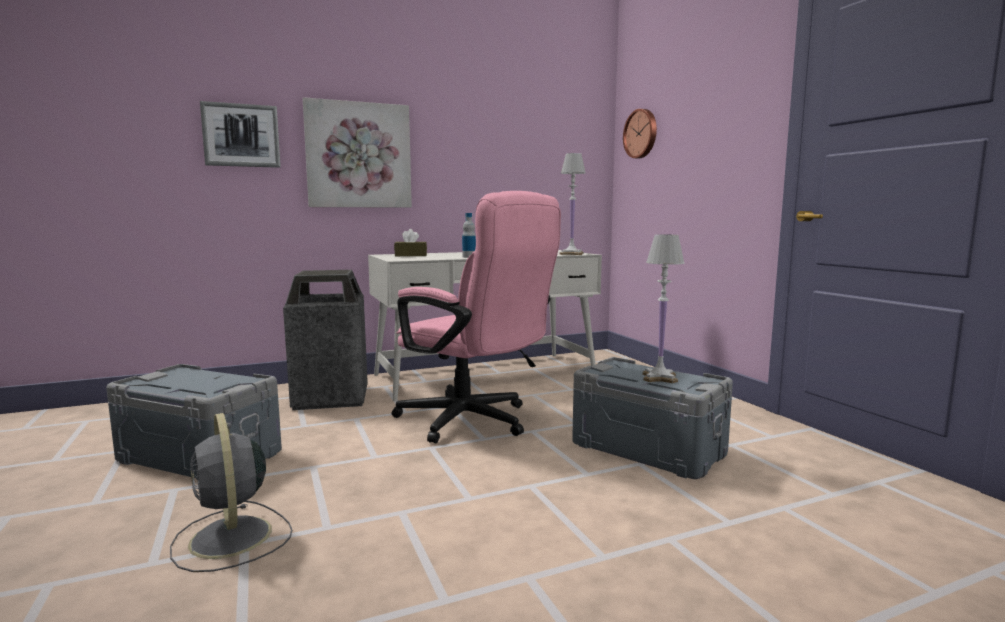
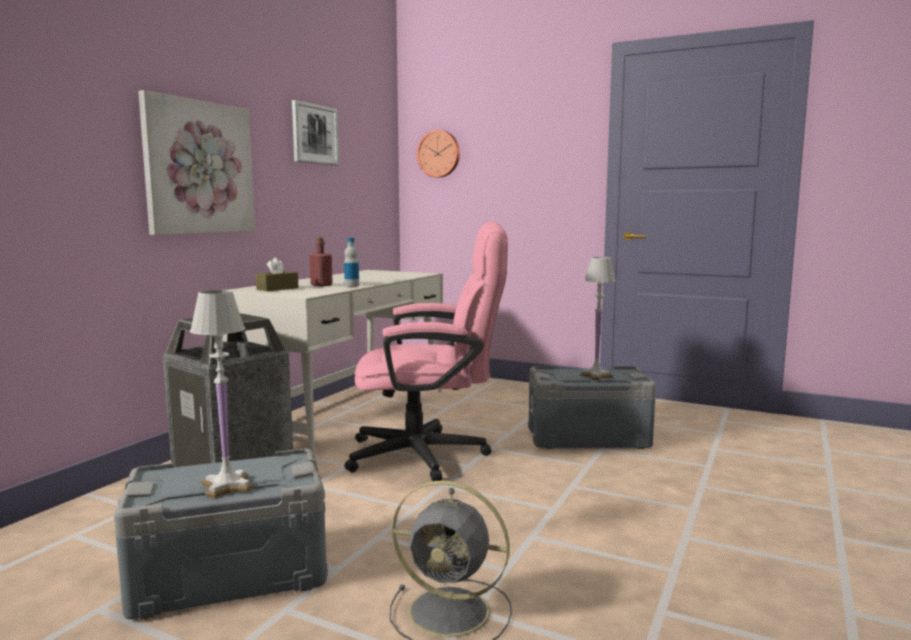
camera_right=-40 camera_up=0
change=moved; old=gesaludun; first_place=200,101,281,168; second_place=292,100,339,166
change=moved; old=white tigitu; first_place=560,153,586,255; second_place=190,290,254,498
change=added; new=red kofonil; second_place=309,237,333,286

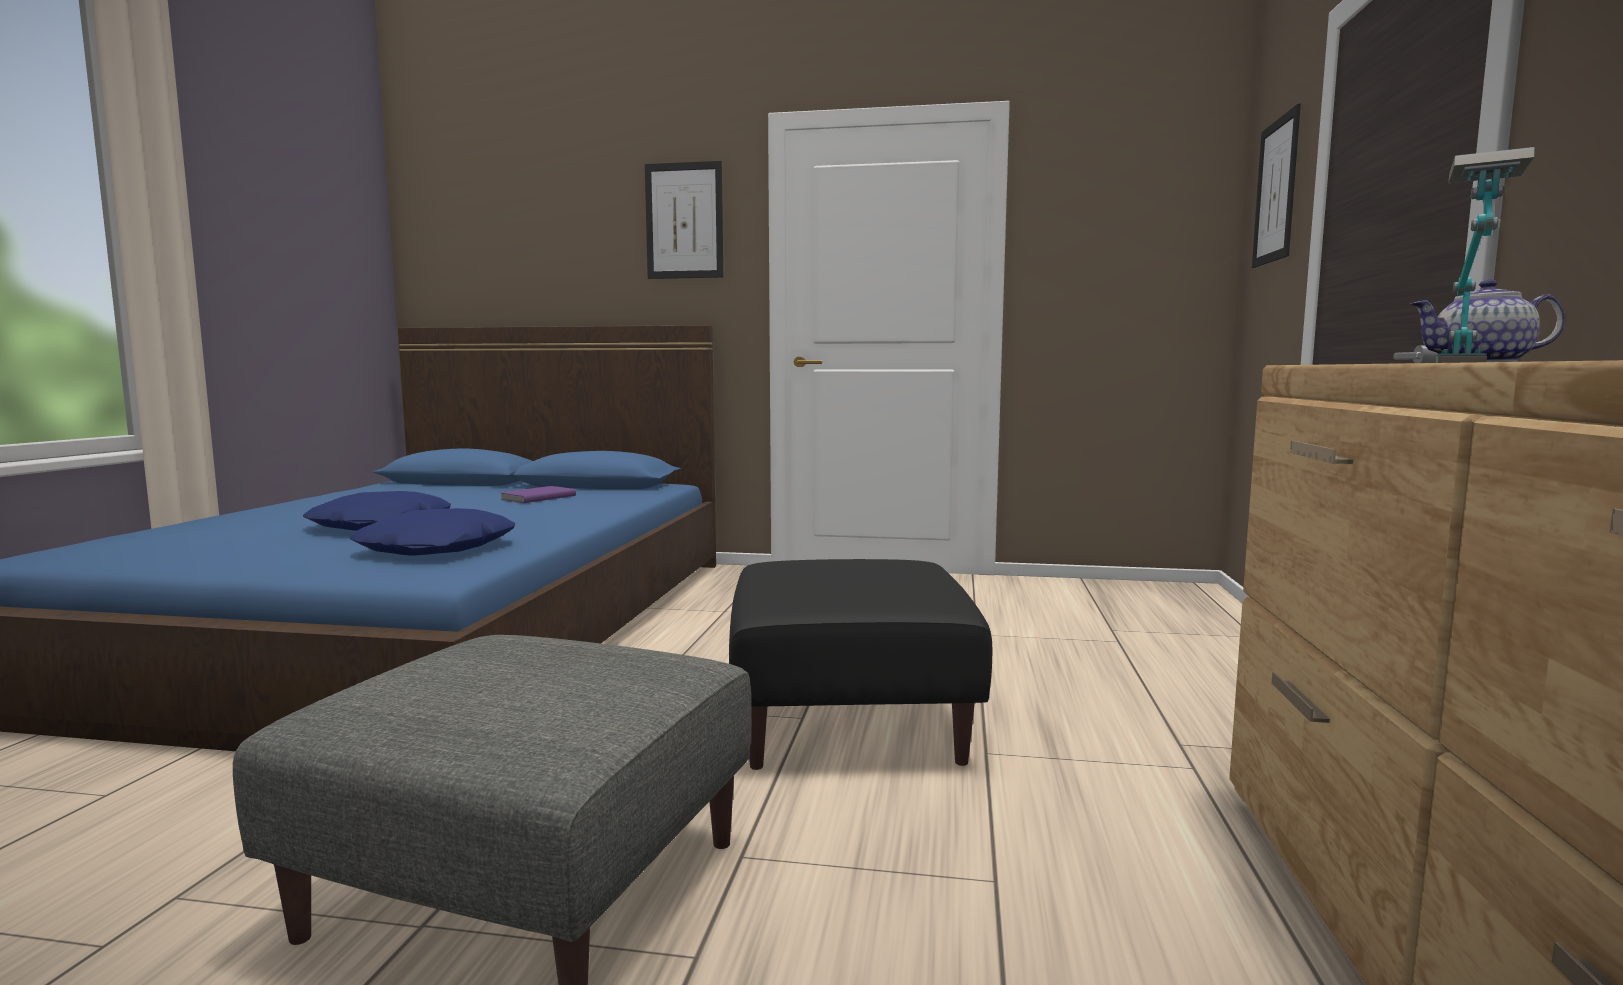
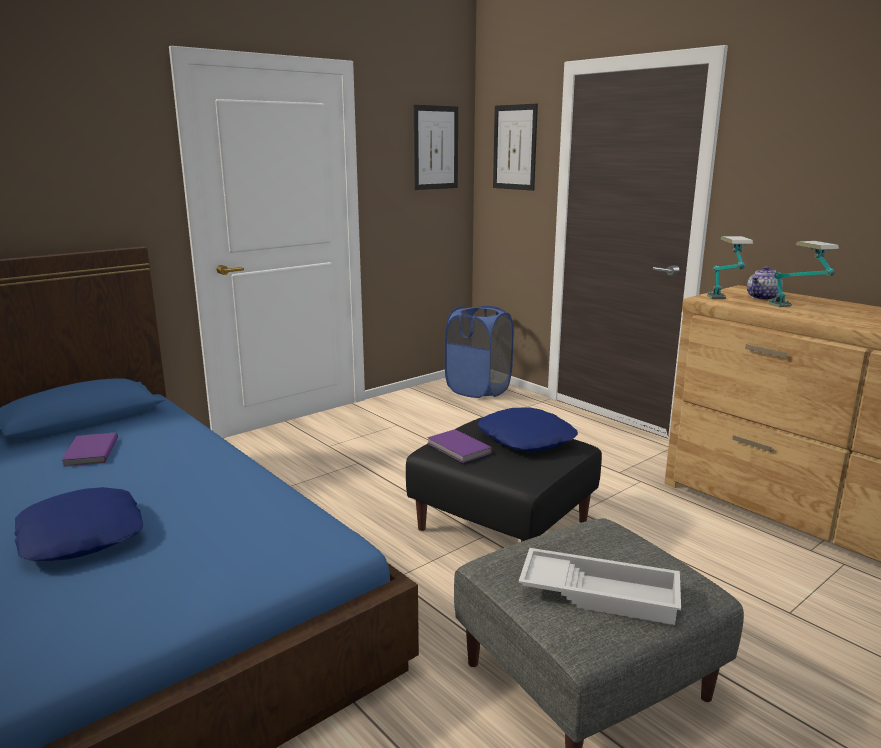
camera_right=-50 camera_up=10
change=moved; old=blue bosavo; first_place=350,508,515,556; second_place=478,407,578,451
change=moved; old=gesaludun; first_place=645,161,723,279; second_place=414,105,458,190
change=added; new=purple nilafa; second_place=427,429,493,463
change=added; new=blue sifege; second_place=445,305,513,398
change=added; new=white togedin; second_place=519,548,681,625
change=added; new=tigitu; second_place=707,236,753,299

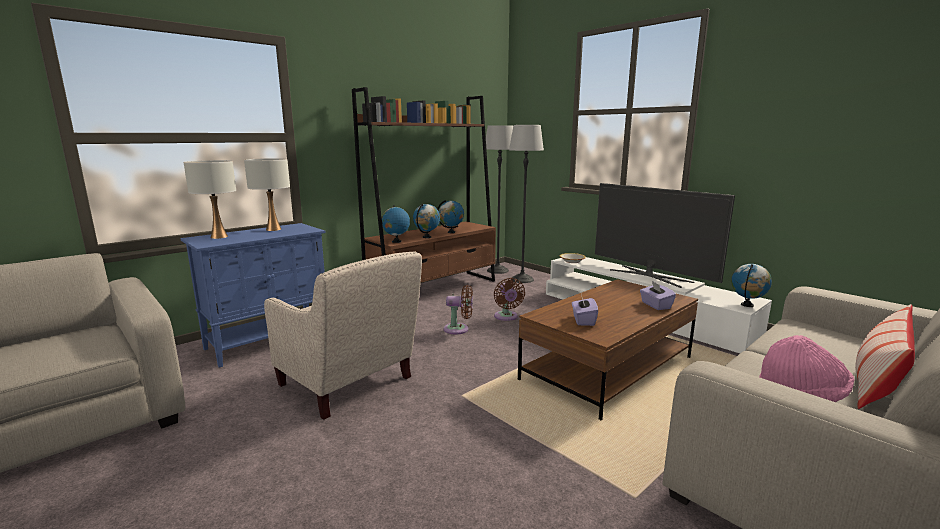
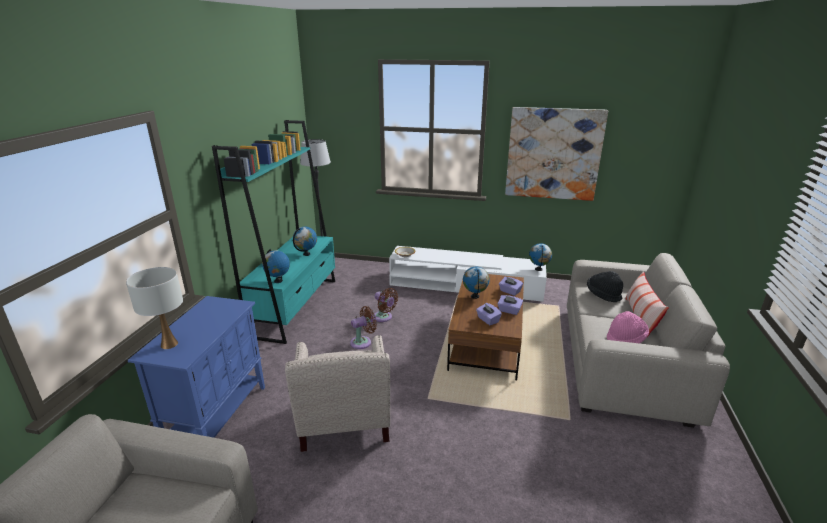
camera_right=-35 camera_up=10
change=removed; old=white tigitu; first_place=244,158,290,231
change=turned; old=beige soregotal; first_place=264,251,422,420; second_place=285,335,390,452; degrees=75
change=recoloured; old=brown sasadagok; new=turquoise sasadagok; first_place=352,87,496,282; second_place=212,120,335,344
change=moved; old=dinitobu; first_place=413,204,440,238; second_place=463,267,489,299
change=removed; old=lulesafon; first_place=509,125,544,283
change=removed; old=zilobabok; first_place=595,183,735,288
change=added; new=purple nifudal; second_place=498,295,523,315
change=added; new=gesaludun; second_place=505,107,608,201
change=added; new=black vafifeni; second_place=587,271,623,302

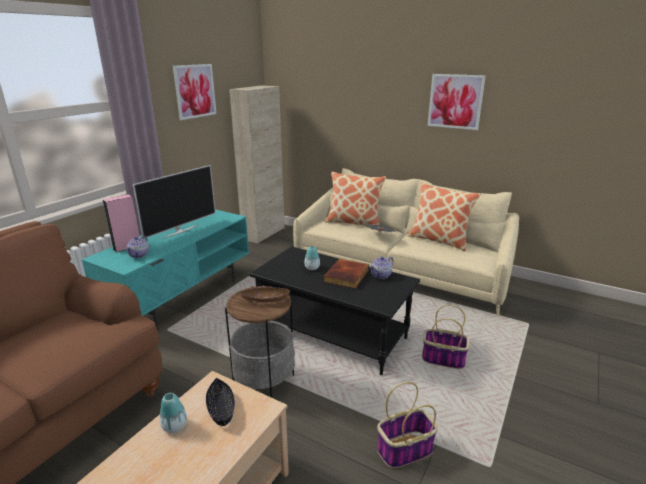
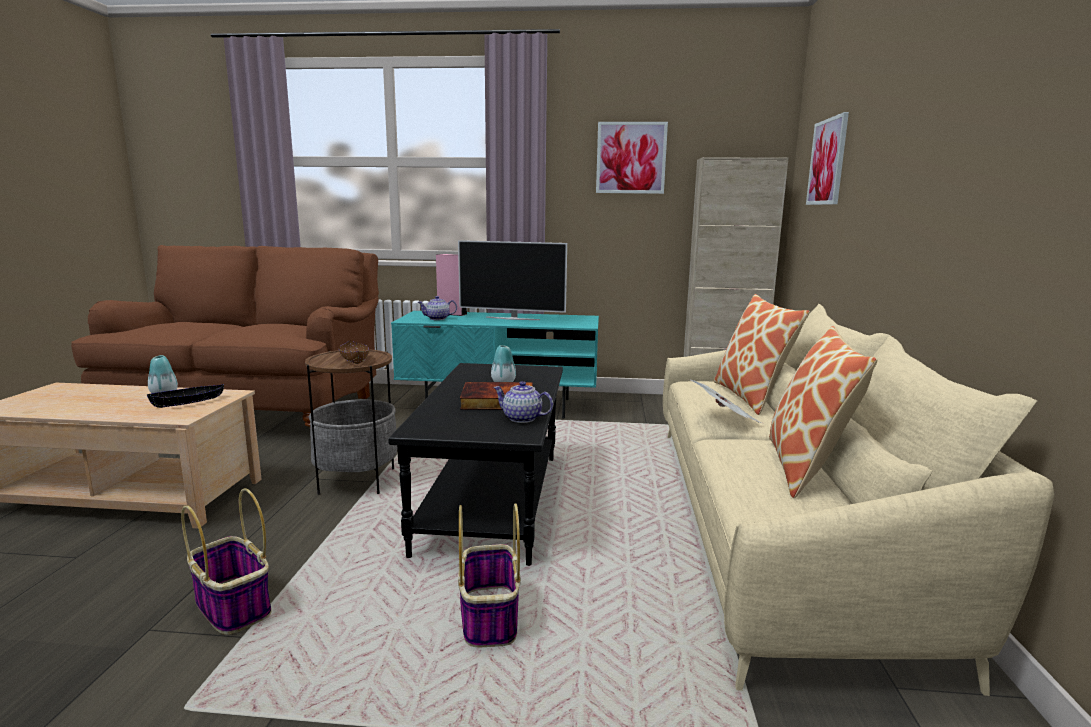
camera_right=65 camera_up=-10
change=moved; old=gesaludun; first_place=428,74,486,130; second_place=806,112,849,205

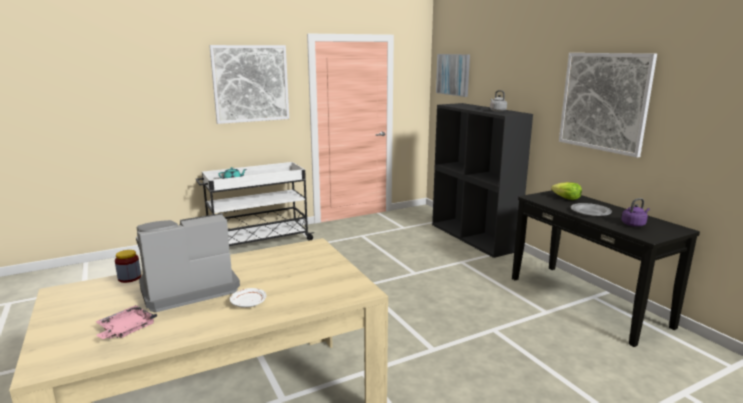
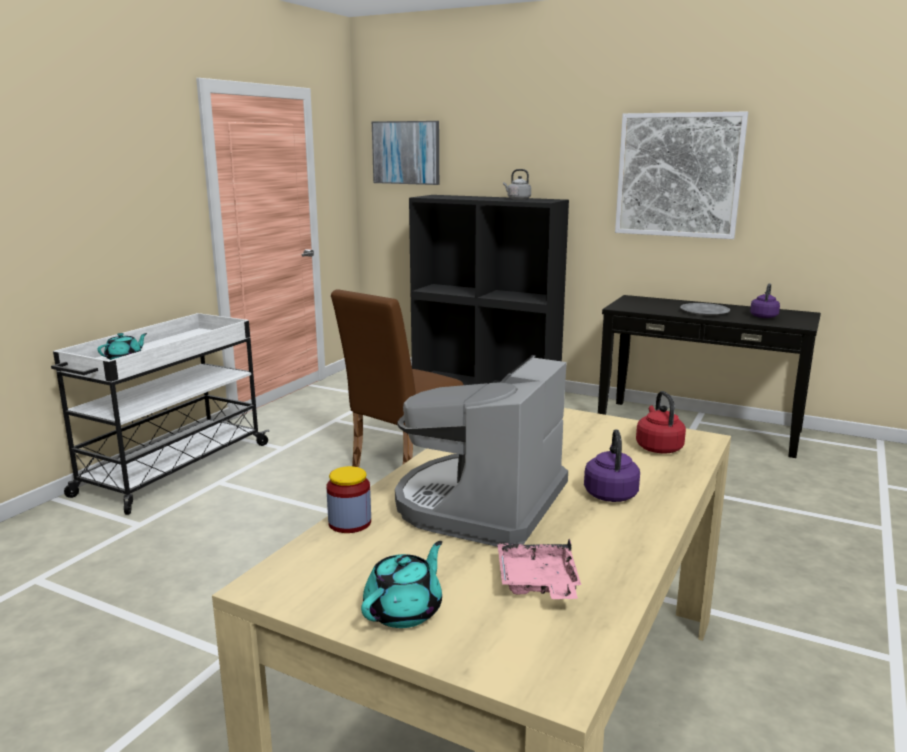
camera_right=-35 camera_up=0
change=removed; old=gesaludun; first_place=209,45,289,124
change=replaced; old=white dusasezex; new=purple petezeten; first_place=230,288,266,308; second_place=584,429,640,502
change=removed; old=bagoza; first_place=551,182,582,200
change=added; new=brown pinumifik; second_place=331,289,464,467
change=added; new=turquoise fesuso; second_place=361,541,442,628
change=added; new=red petezeten; second_place=636,391,686,453

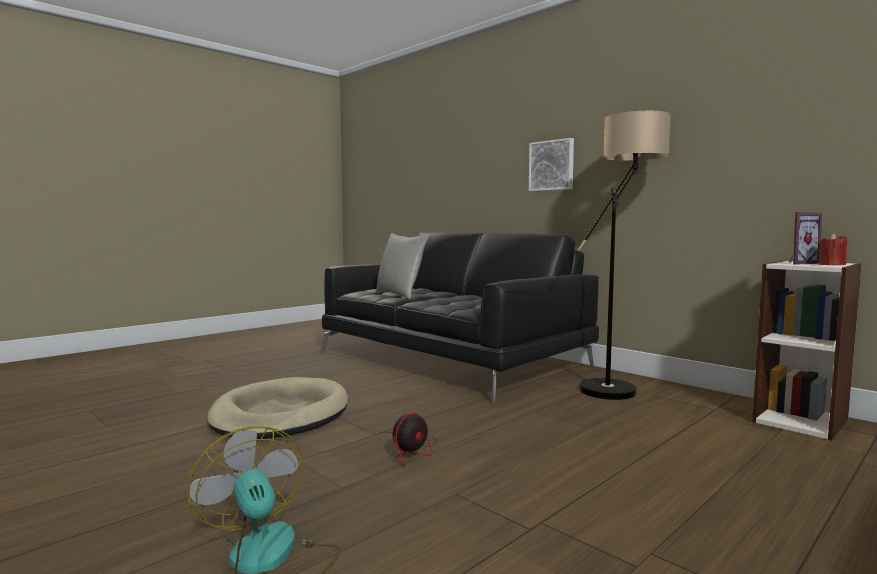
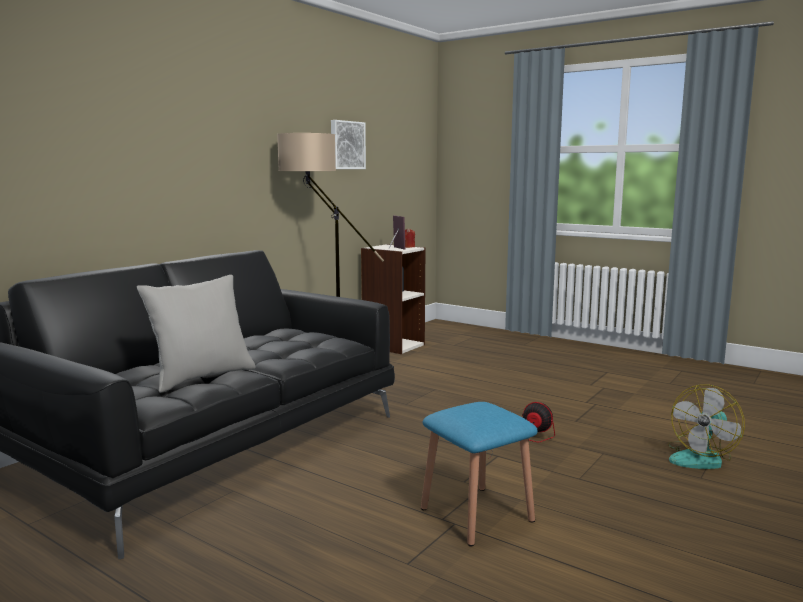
camera_right=-100 camera_up=5
change=replaced; old=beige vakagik; new=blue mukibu; first_place=207,377,348,439; second_place=421,402,538,546
change=moved; old=gesaludun; first_place=529,138,574,191; second_place=331,120,366,169

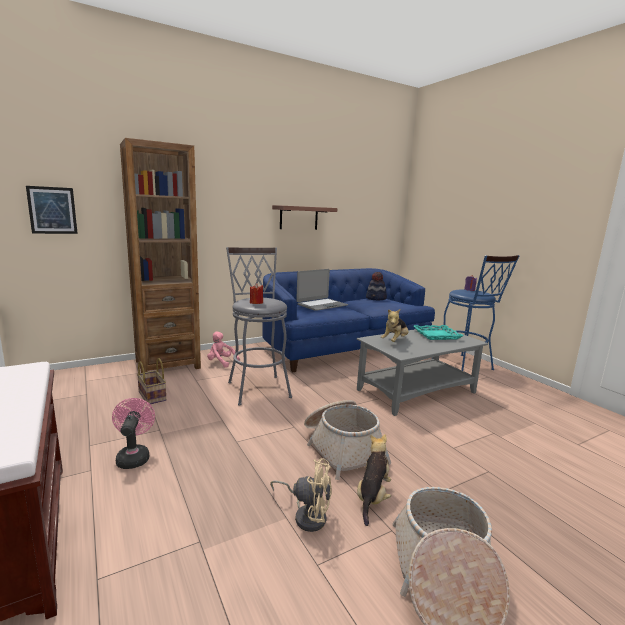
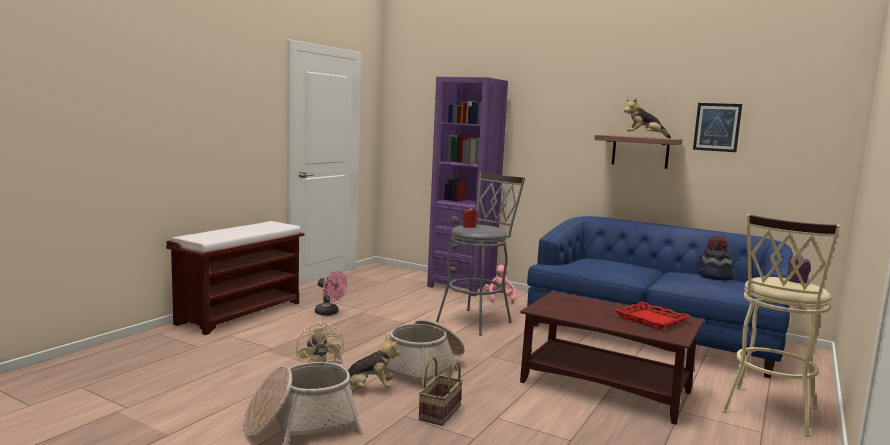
camera_right=60 camera_up=-5
change=moved; old=gesaludun; first_place=26,186,78,234; second_place=693,103,742,152
change=turned; old=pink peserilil; first_place=112,398,155,469; second_place=315,271,347,316; degrees=75
change=recoloured; old=brown sasadagok; new=purple sasadagok; first_place=120,138,201,373; second_place=427,77,508,296
change=moved; old=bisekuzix; first_place=137,358,166,405; second_place=419,357,463,426
change=removed; old=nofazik; first_place=296,269,348,310
change=recoloured; old=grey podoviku; new=brown podoviku; first_place=357,327,488,416; second_place=520,291,704,425
change=moved; old=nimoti; first_place=381,309,408,342; second_place=624,98,671,138
change=recoloured; old=turquoise togedin; new=red togedin; first_place=413,325,464,340; second_place=615,301,690,329
change=recoloured; old=blue mukibu; new=beige mukibu; first_place=432,255,519,371; second_place=722,214,840,437

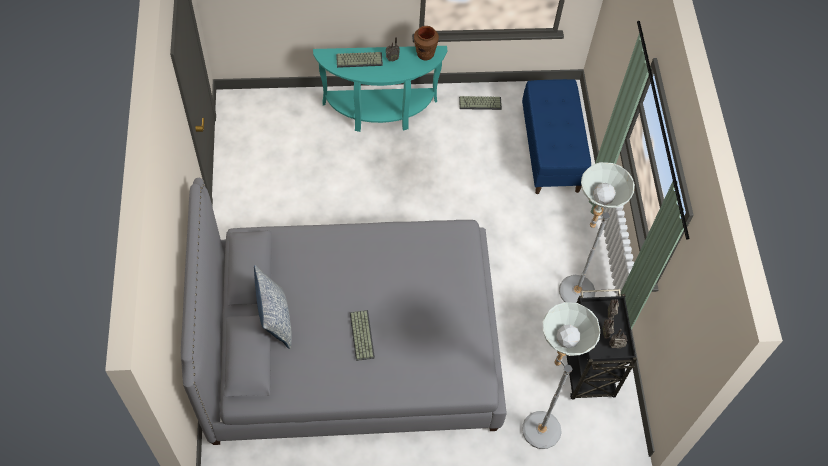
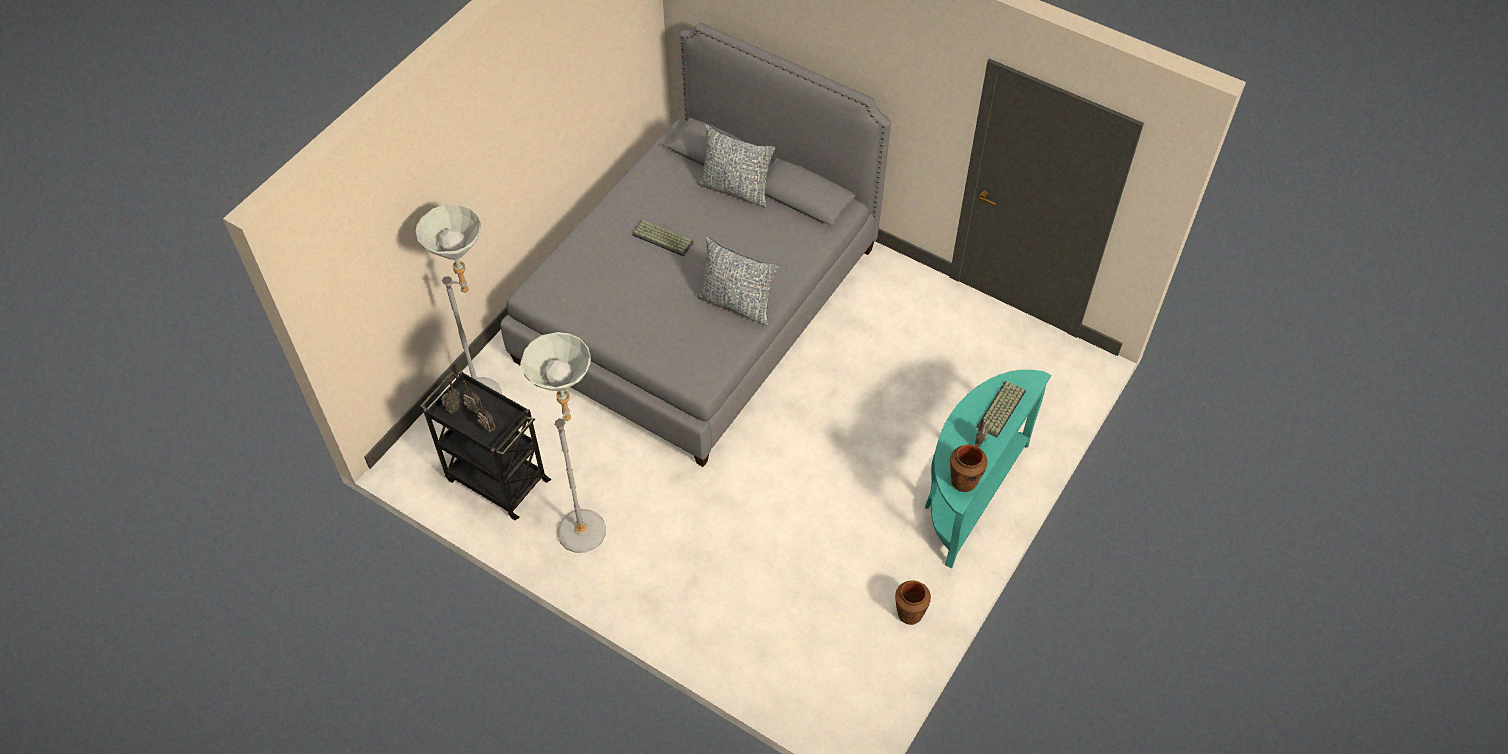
camera_right=130 camera_up=-5
change=replaced; old=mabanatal; new=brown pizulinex; first_place=459,96,502,110; second_place=895,581,931,625
change=removed; old=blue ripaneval; first_place=522,79,591,194
change=added; new=bosavo; second_place=696,237,779,326

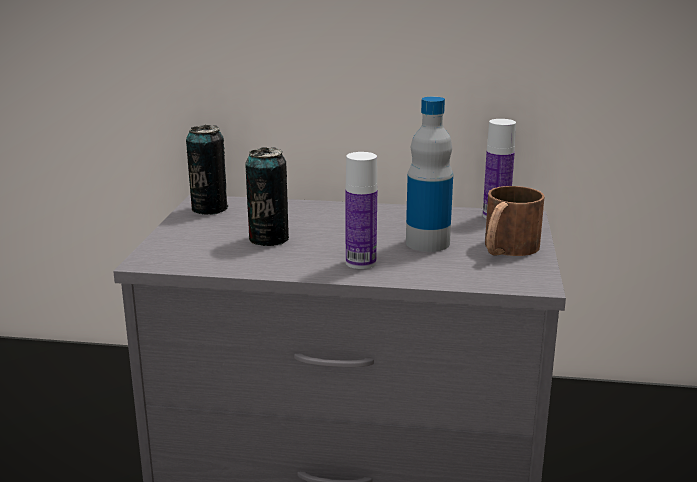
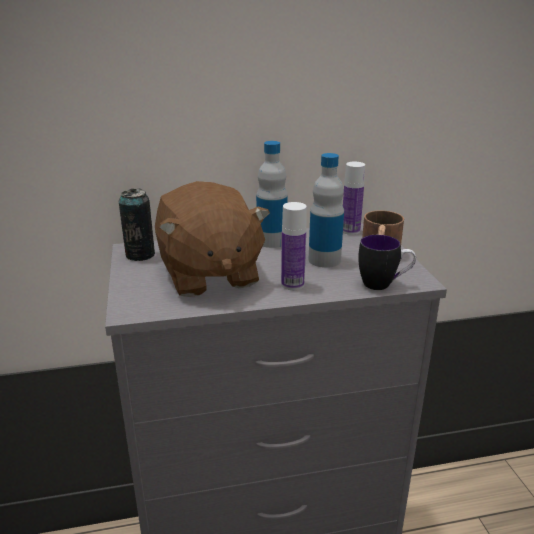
camera_right=-20 camera_up=5
change=replaced; old=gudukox; new=brown nimoti; first_place=245,147,289,246; second_place=155,181,270,297
change=added; new=kofonil; second_place=256,141,288,248
change=added; new=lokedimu; second_place=358,235,416,290

